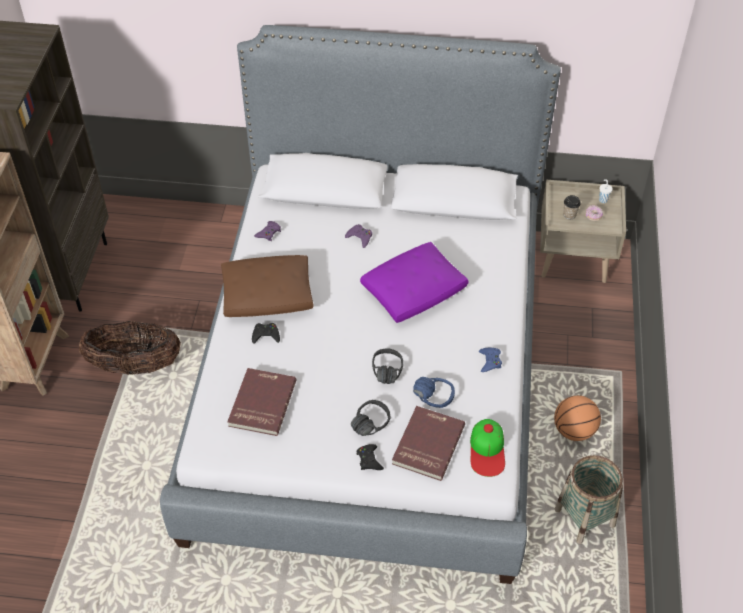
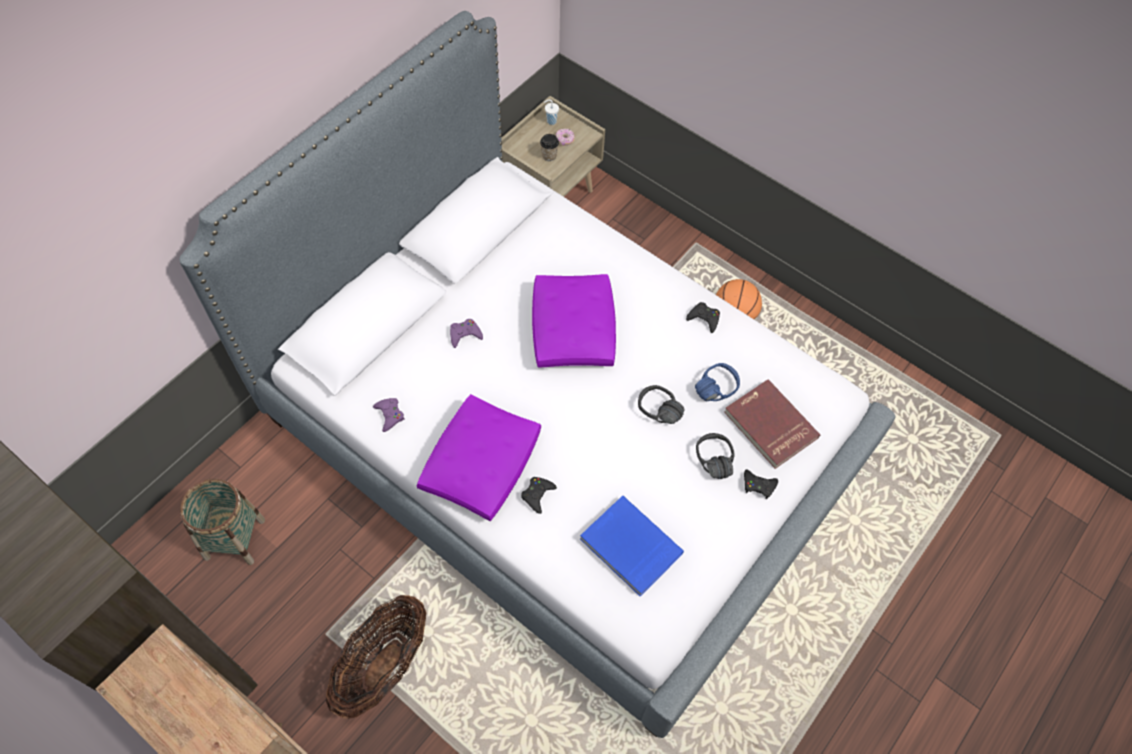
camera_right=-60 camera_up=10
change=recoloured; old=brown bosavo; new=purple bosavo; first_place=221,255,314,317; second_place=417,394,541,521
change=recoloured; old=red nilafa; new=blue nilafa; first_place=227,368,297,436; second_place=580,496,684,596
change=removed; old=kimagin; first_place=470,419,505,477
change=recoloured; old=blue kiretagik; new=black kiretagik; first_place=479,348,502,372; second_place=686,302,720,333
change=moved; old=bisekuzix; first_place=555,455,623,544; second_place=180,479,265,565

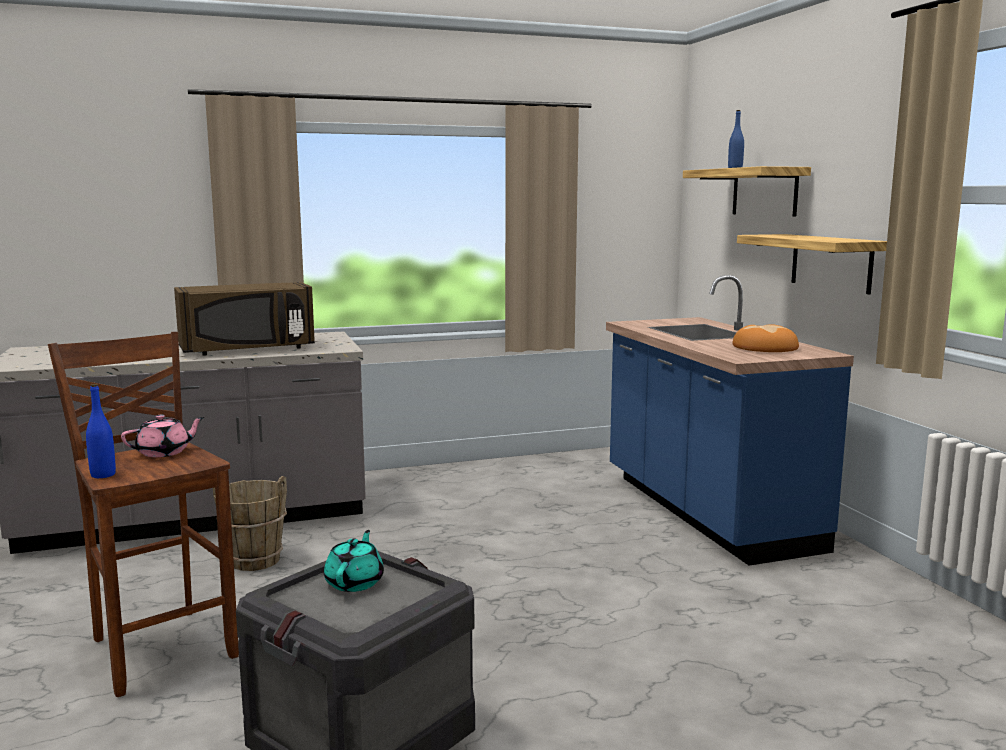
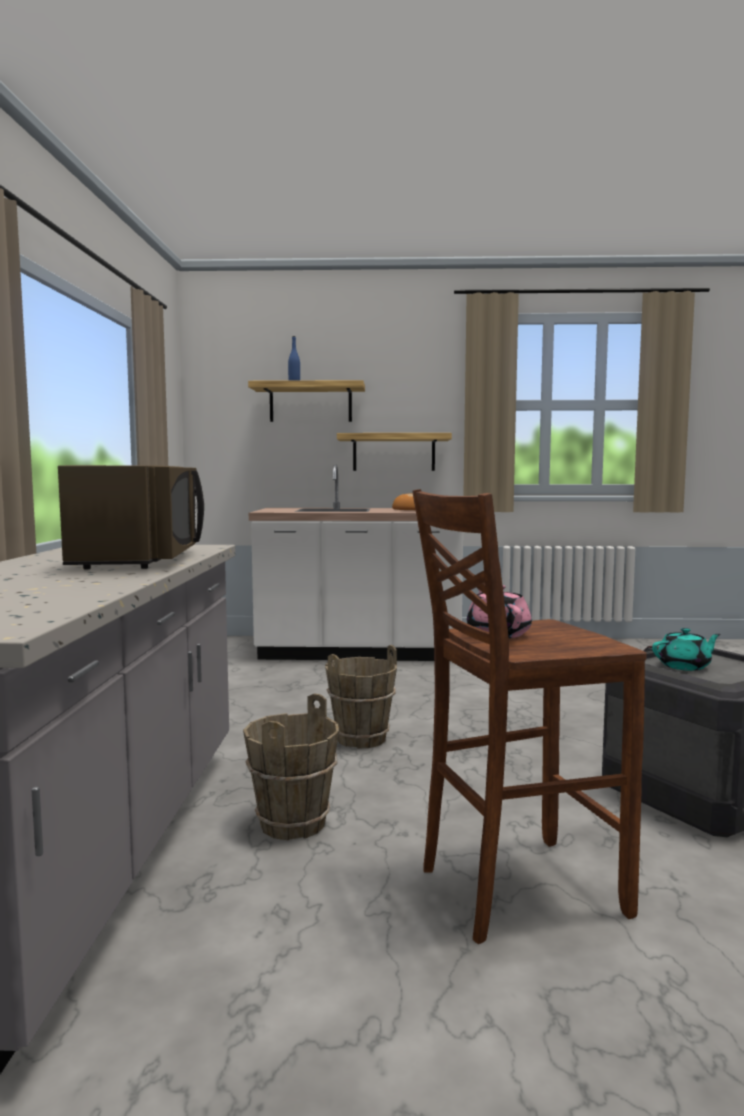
camera_right=-70 camera_up=-5
change=removed; old=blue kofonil; first_place=86,384,116,478
change=turned; old=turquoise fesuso; first_place=324,530,384,592; second_place=652,628,721,671; degrees=135
change=recoloured; old=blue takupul; new=white takupul; first_place=606,275,854,566; second_place=249,464,463,661
change=added; new=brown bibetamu; second_place=325,645,397,749

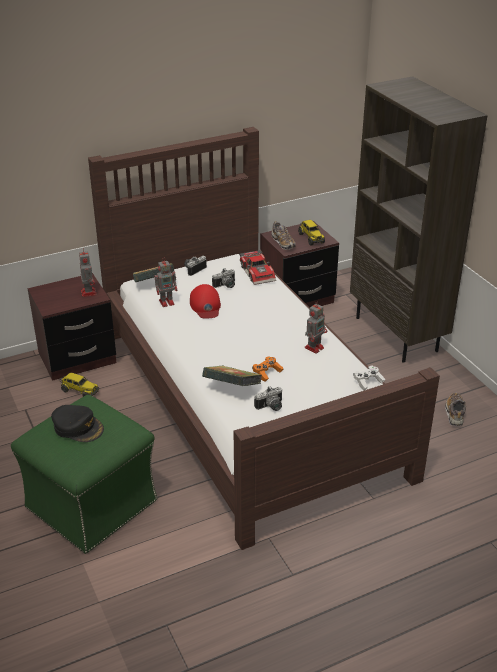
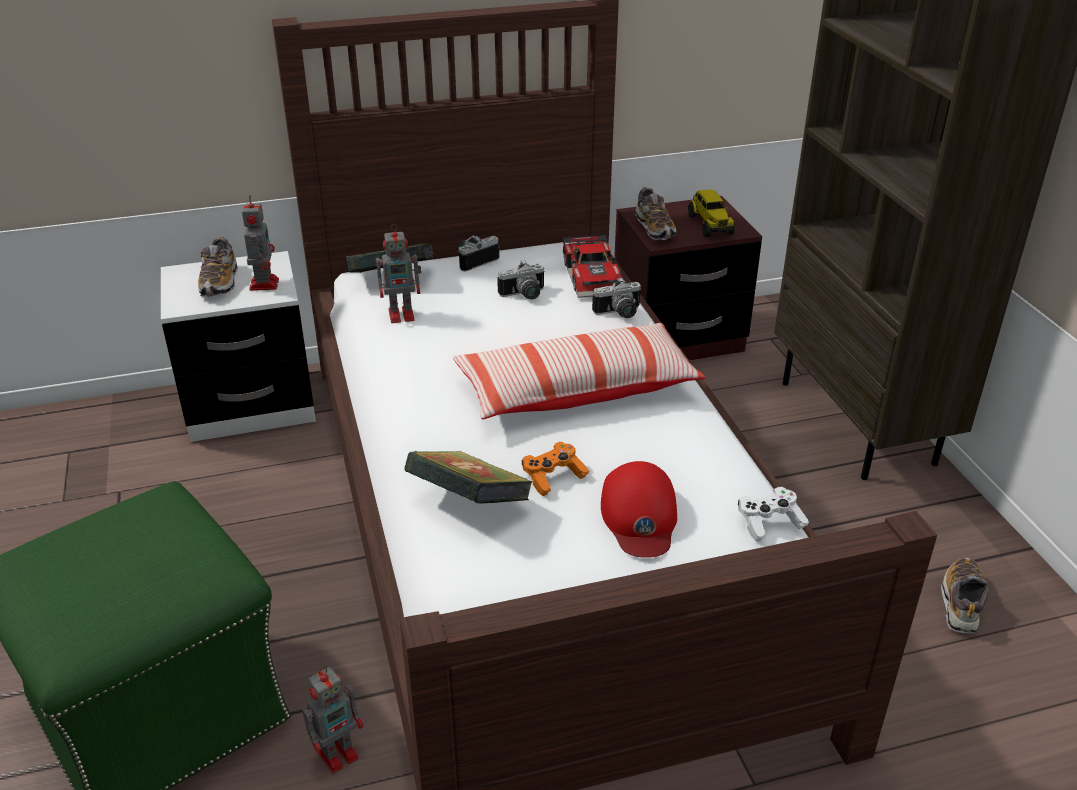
camera_right=10 camera_up=0
change=recoloured; old=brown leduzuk; new=white leduzuk; first_place=28,274,117,381; second_place=161,251,316,442
change=removed; old=black kimagin; first_place=51,405,104,442
change=removed; old=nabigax; first_place=60,373,99,397
change=moved; old=red kimagin; first_place=190,284,221,319; second_place=601,461,677,558
change=moved; old=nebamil; first_place=254,386,283,411; second_place=592,277,641,318
change=moved; old=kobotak; first_place=304,301,327,354; second_place=303,667,363,774
change=added; new=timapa; second_place=198,236,238,297
change=added; new=bosavo; second_place=453,323,706,419

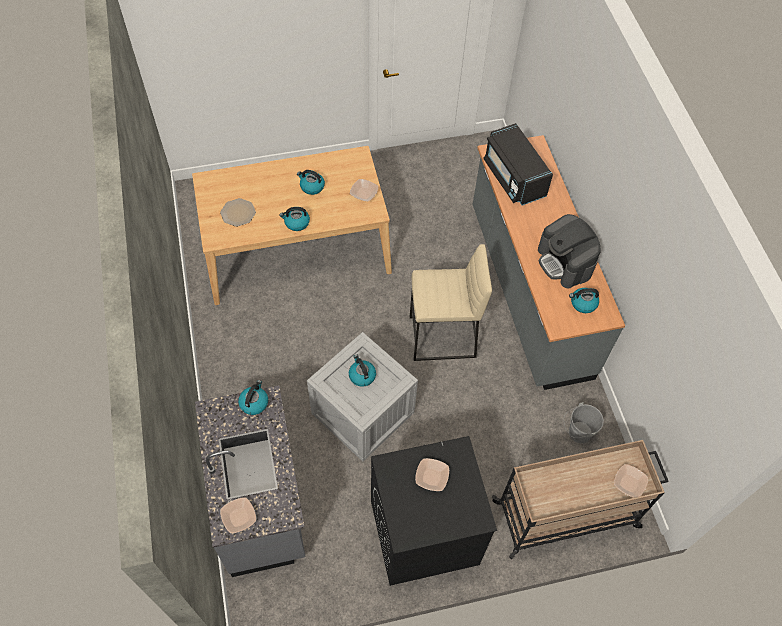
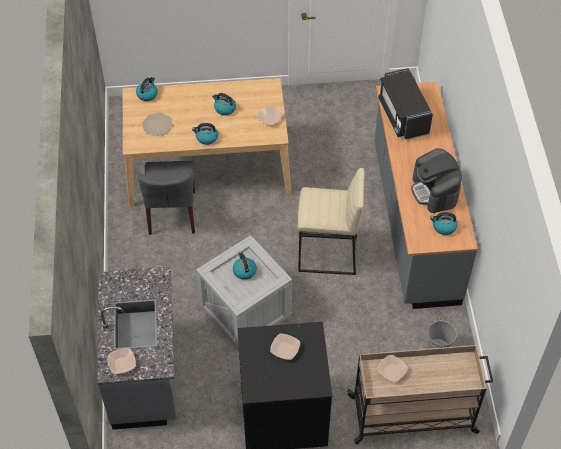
camera_right=10 camera_up=-5
change=moved; old=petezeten; first_place=238,380,268,415; second_place=136,77,158,101
change=moved; old=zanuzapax; first_place=614,464,648,498; second_place=377,355,408,382
change=added; new=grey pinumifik; second_place=138,161,195,235

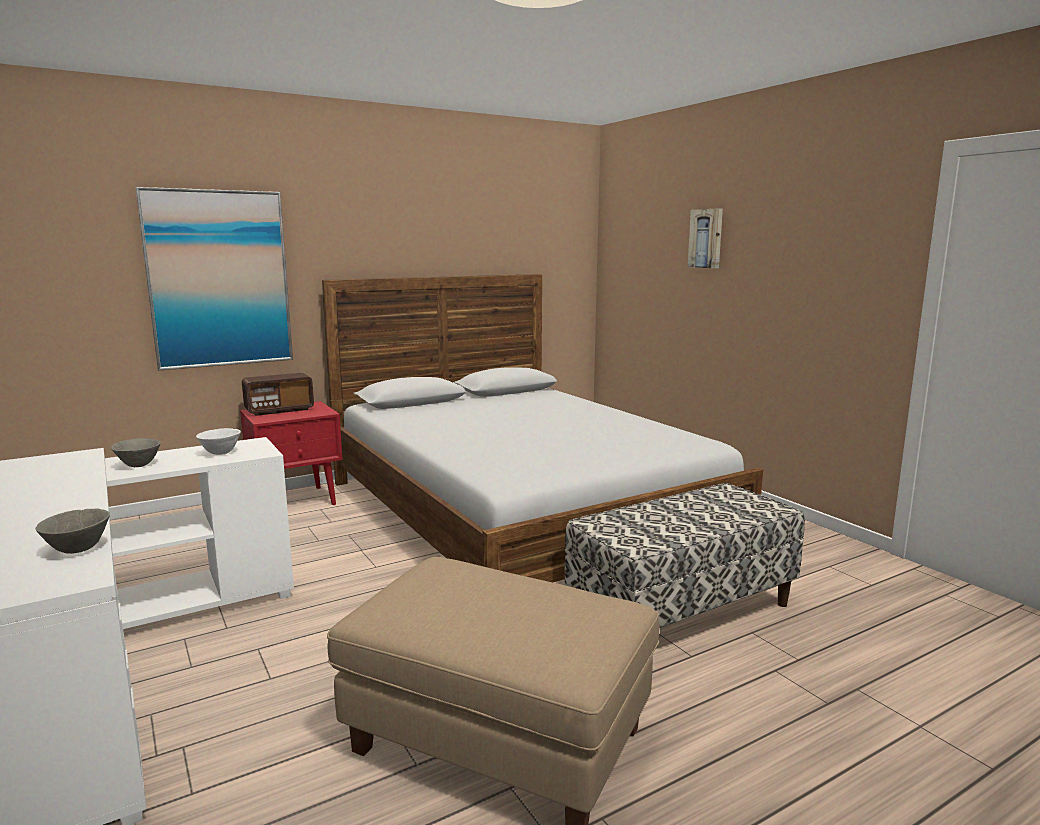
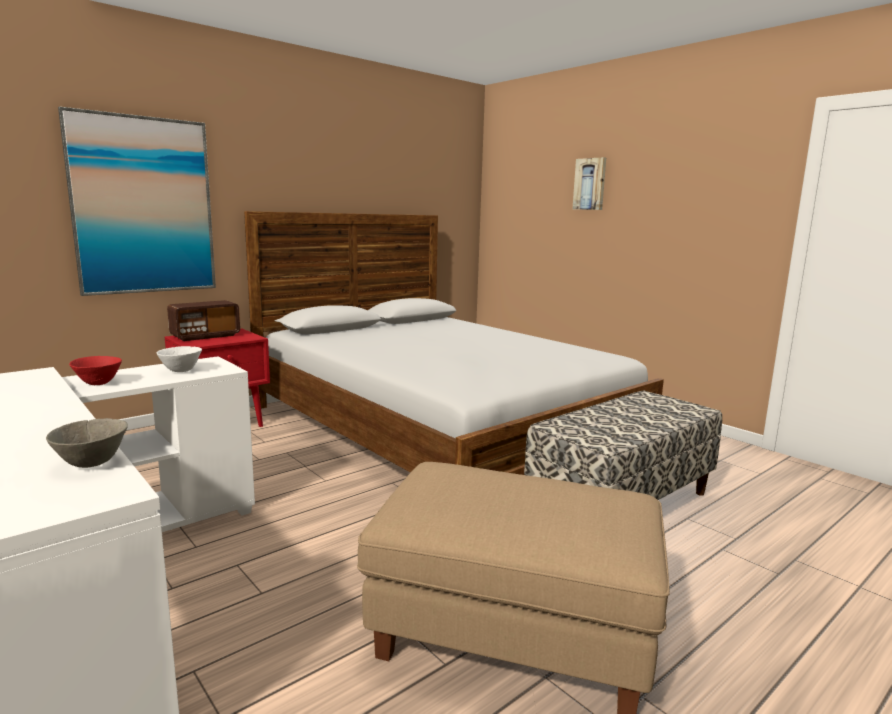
camera_right=-10 camera_up=0
change=recoloured; old=grey zanuzapax; new=red zanuzapax; first_place=111,438,161,467; second_place=69,356,122,385

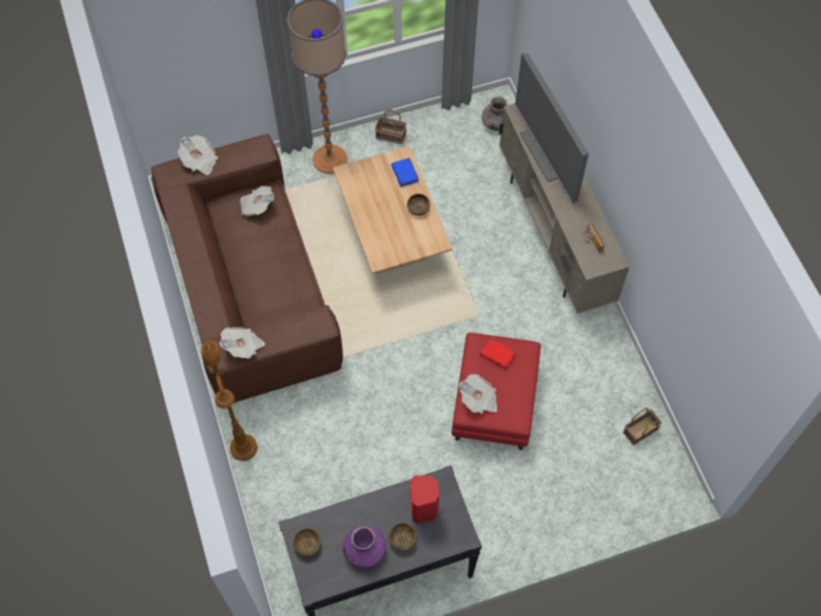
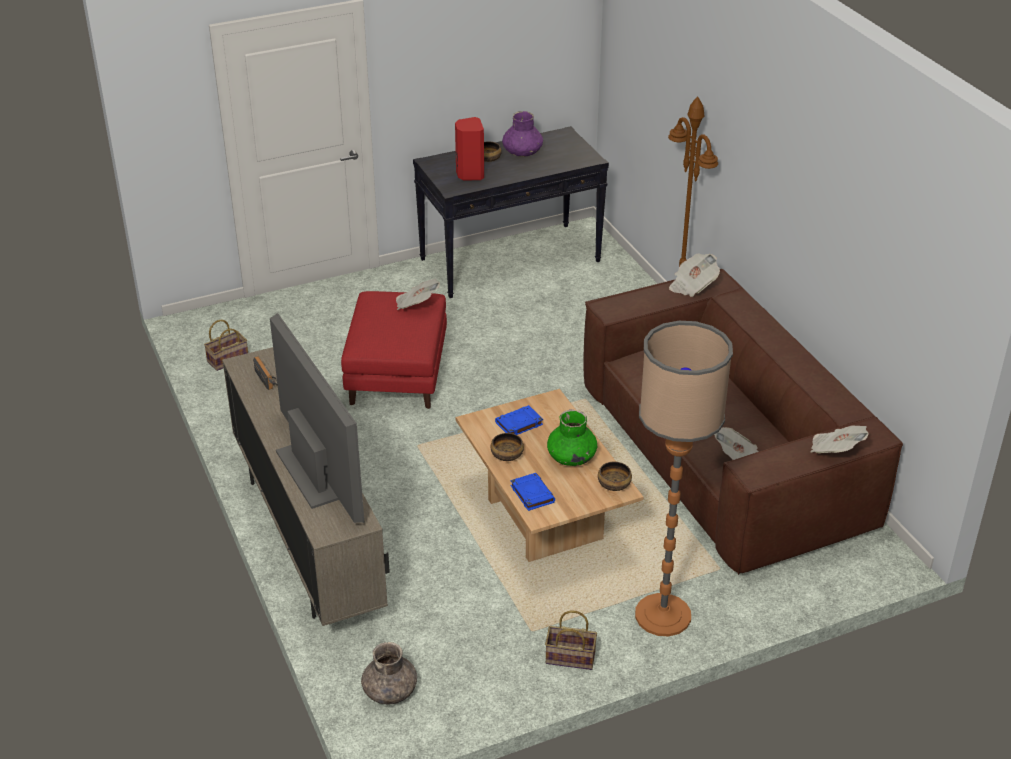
camera_right=175 camera_up=-25
change=moved; old=zanuzapax; first_place=293,528,321,557; second_place=598,462,632,491
change=removed; old=red nilafa; first_place=480,338,516,369
change=added; new=blue nilafa; second_place=495,405,543,435
change=added; new=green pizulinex; second_place=547,409,597,466

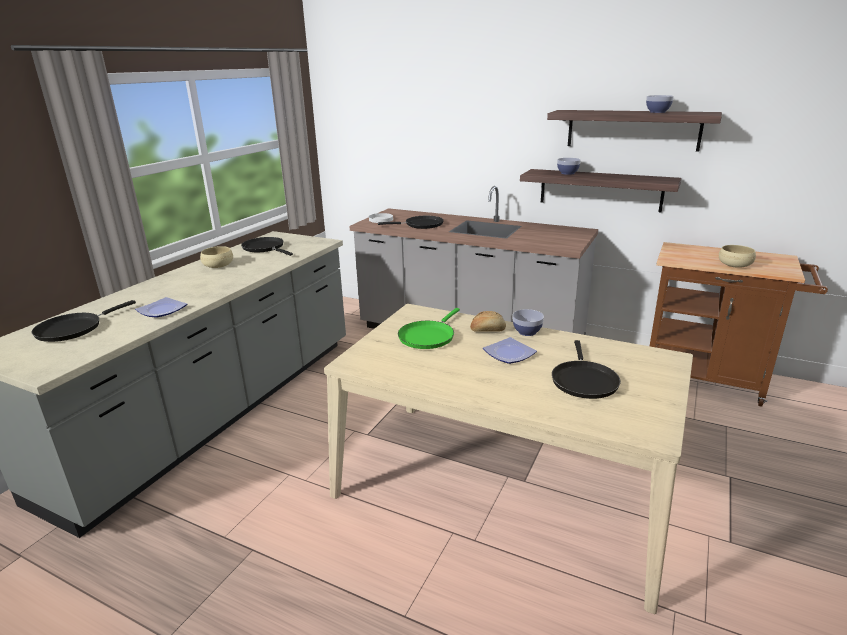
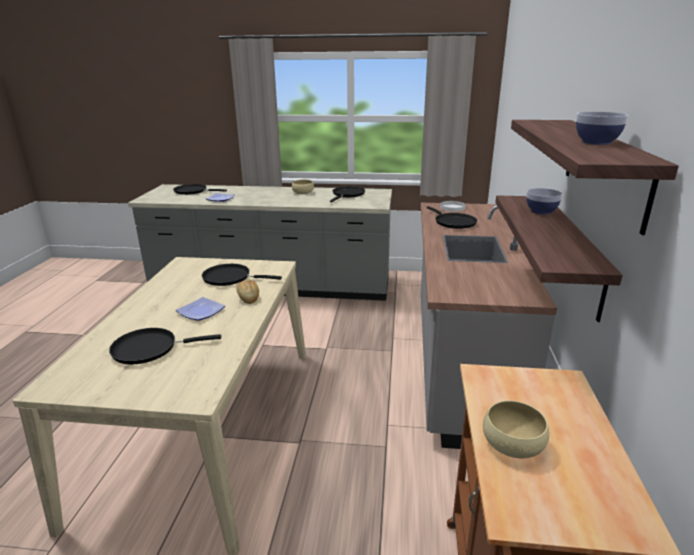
camera_right=70 camera_up=0
change=recoloured; old=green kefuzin; new=black kefuzin; first_place=398,308,460,349; second_place=202,264,282,286
change=removed; old=zanuzapax; first_place=513,309,544,336

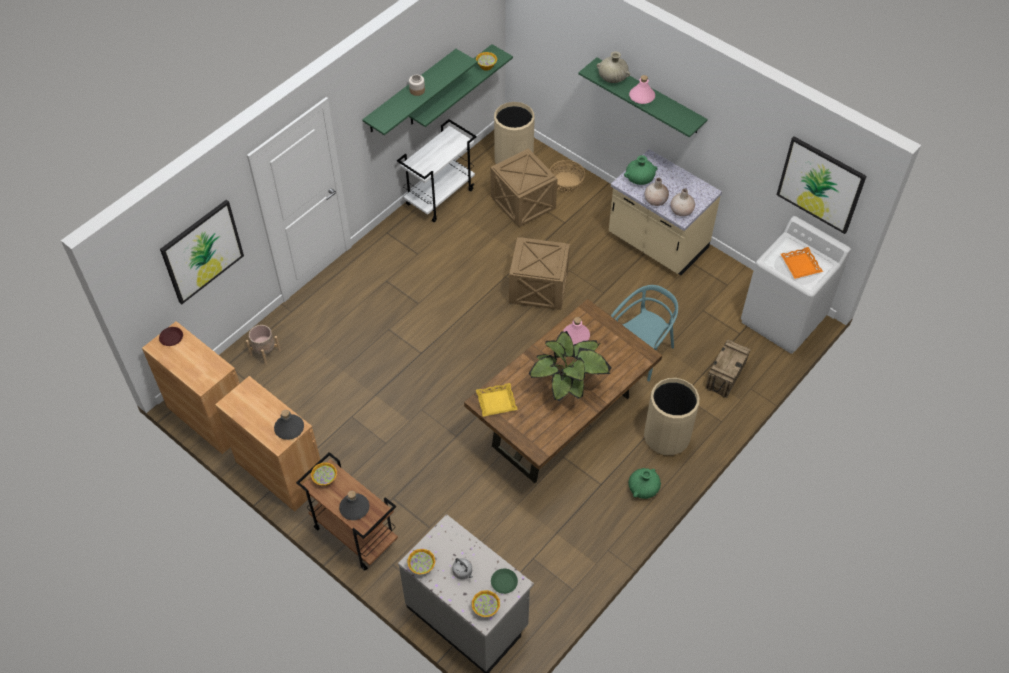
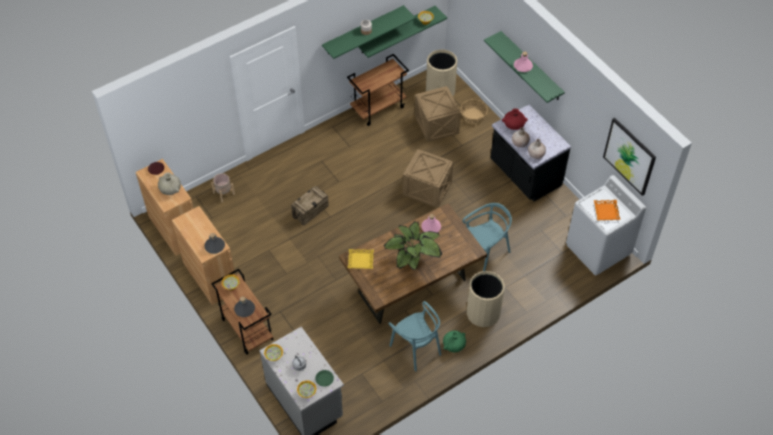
camera_right=15 camera_up=0
change=removed; old=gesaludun; first_place=160,200,244,304
change=recoloured; old=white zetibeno; new=brown zetibeno; first_place=397,119,477,222; second_place=347,54,409,126
change=moved; old=beige pizulinex; first_place=597,51,630,83; second_place=158,172,181,195
change=recoloured; old=beige takupul; new=black takupul; first_place=609,149,722,275; second_place=491,105,571,202
change=recoloured; old=green pizulinex; new=red pizulinex; first_place=624,155,658,185; second_place=502,108,528,130
change=moved; old=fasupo; first_place=705,339,751,398; second_place=291,186,329,226
change=added; new=turquoise pinumifik; second_place=388,301,441,371

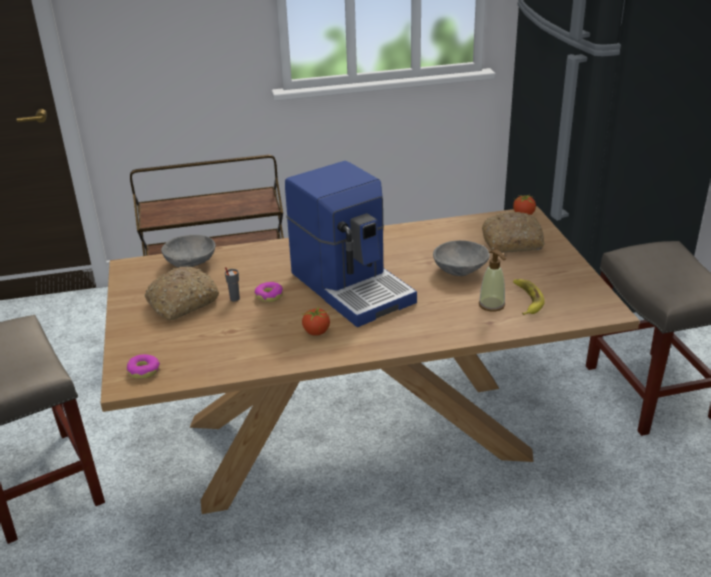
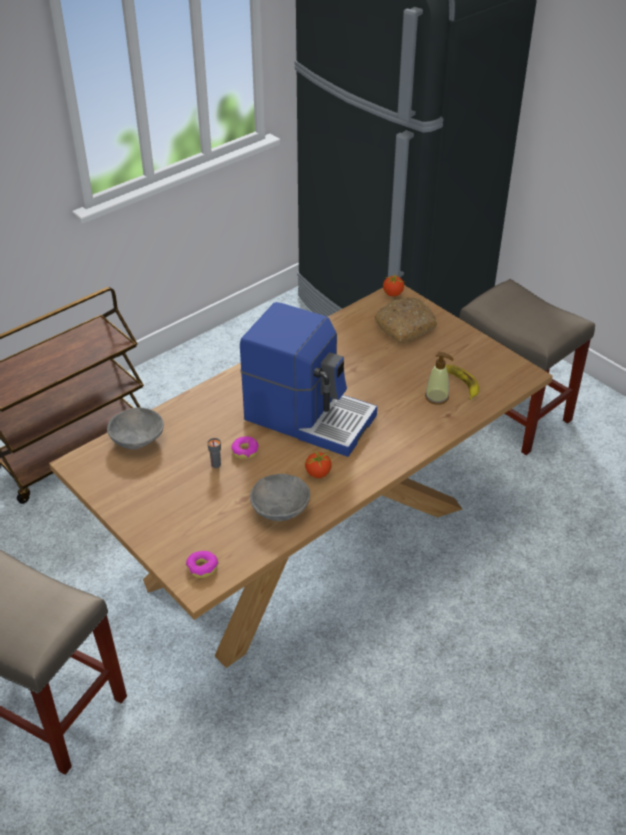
camera_right=-30 camera_up=10
change=removed; old=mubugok; first_place=145,267,219,320
change=moved; old=grey zanuzapax; first_place=433,240,490,276; second_place=250,474,310,521

